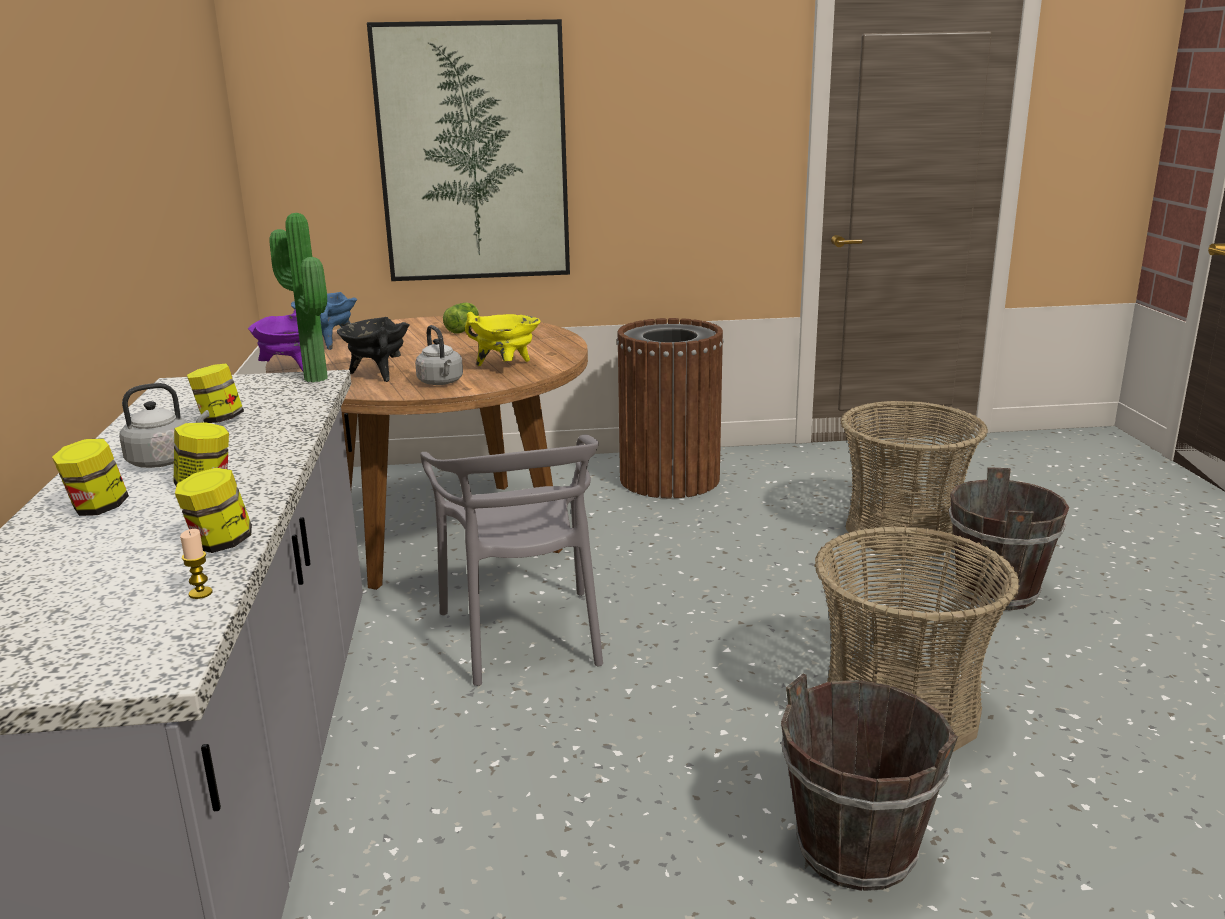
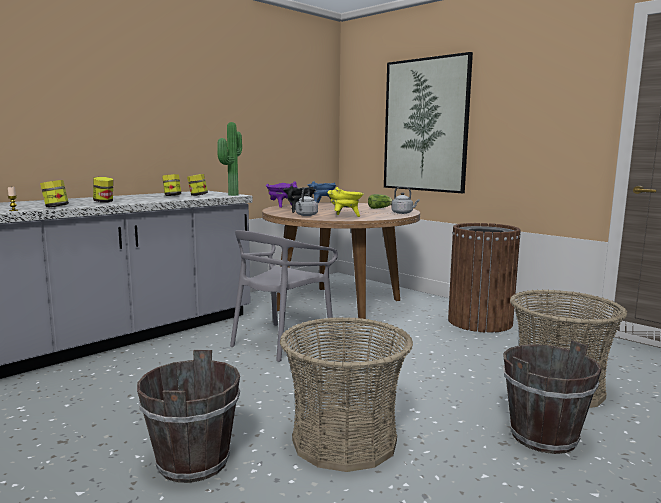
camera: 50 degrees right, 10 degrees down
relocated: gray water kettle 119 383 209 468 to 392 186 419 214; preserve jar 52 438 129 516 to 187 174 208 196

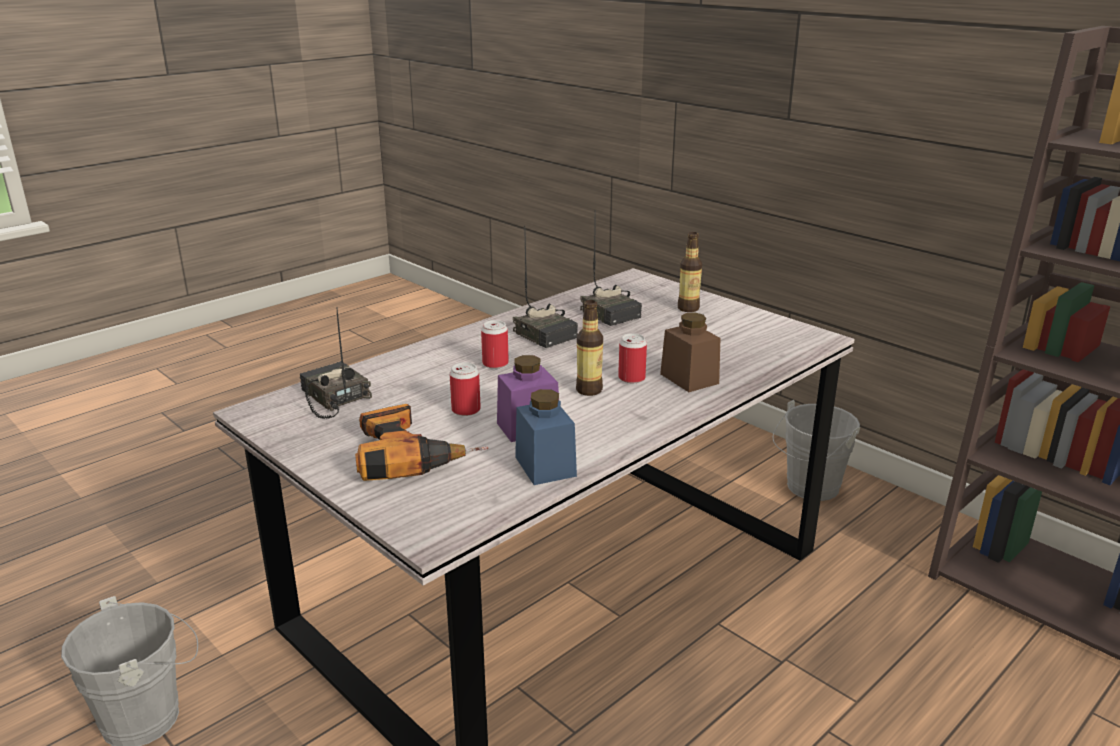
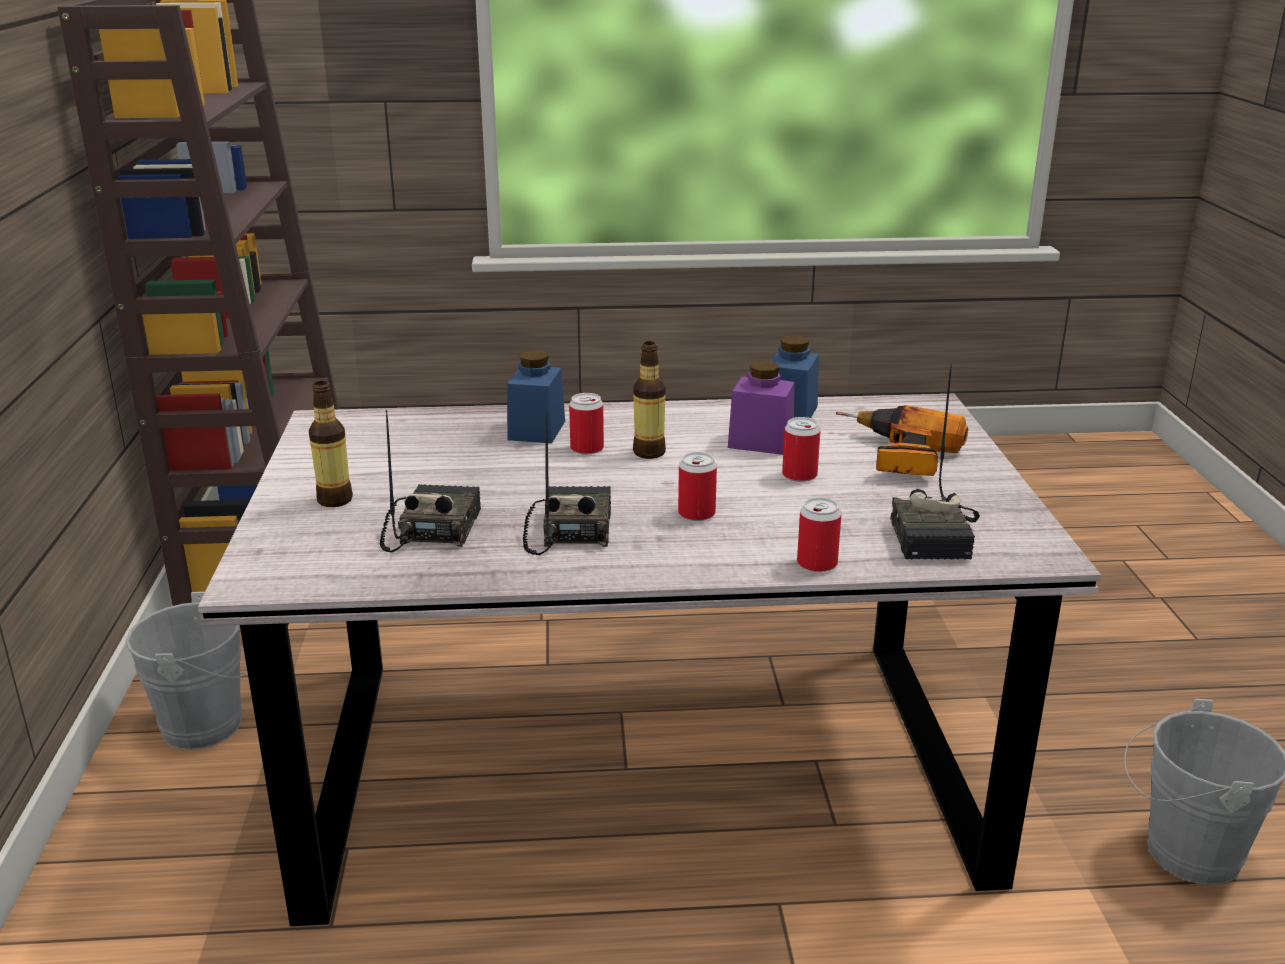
camera: 140 degrees left, 0 degrees up
appeared: metal can 797 497 842 572
colour: brownish preserve jar 660 313 720 392 to blue preserve jar 507 350 565 443

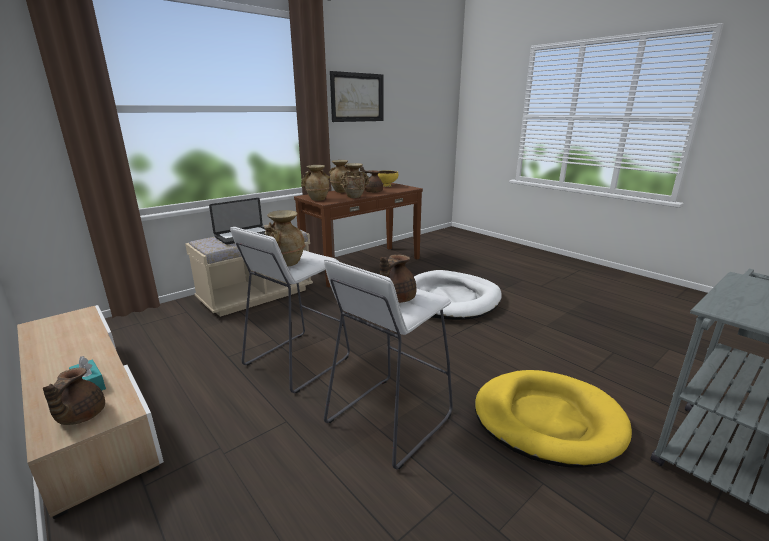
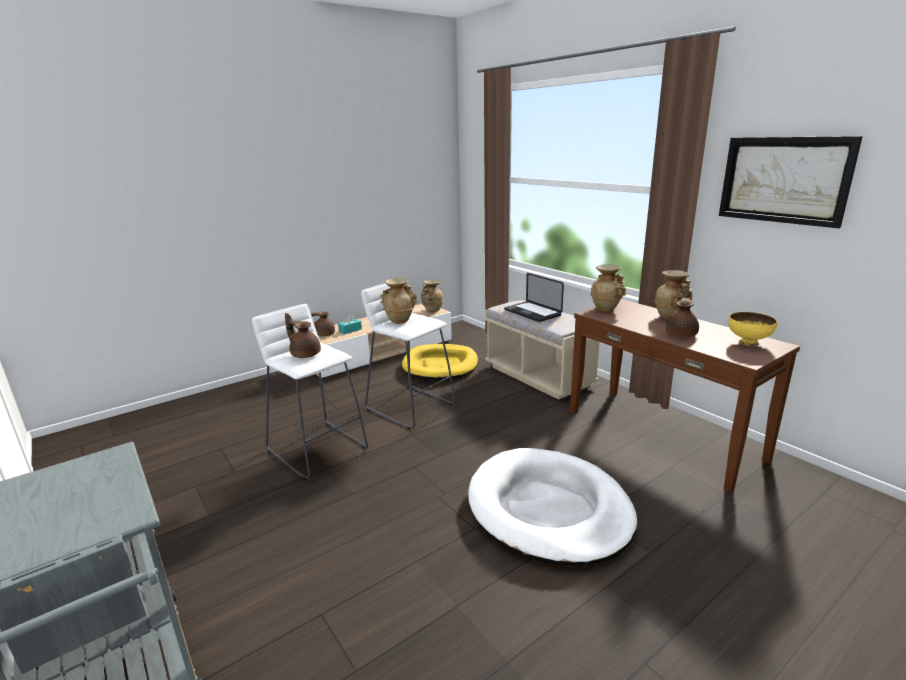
camera: 95 degrees right, 0 degrees up
relocated: sand-coloured flower vase 340 163 370 198 to 421 279 444 312; yellow dog cushion 475 370 632 467 to 402 344 478 381

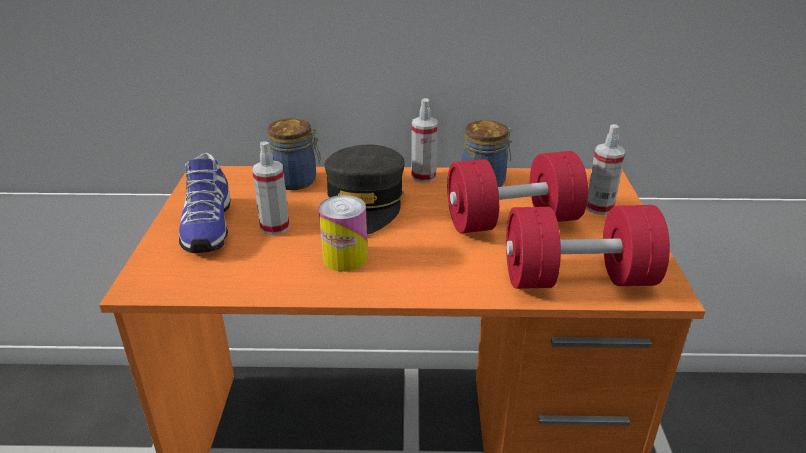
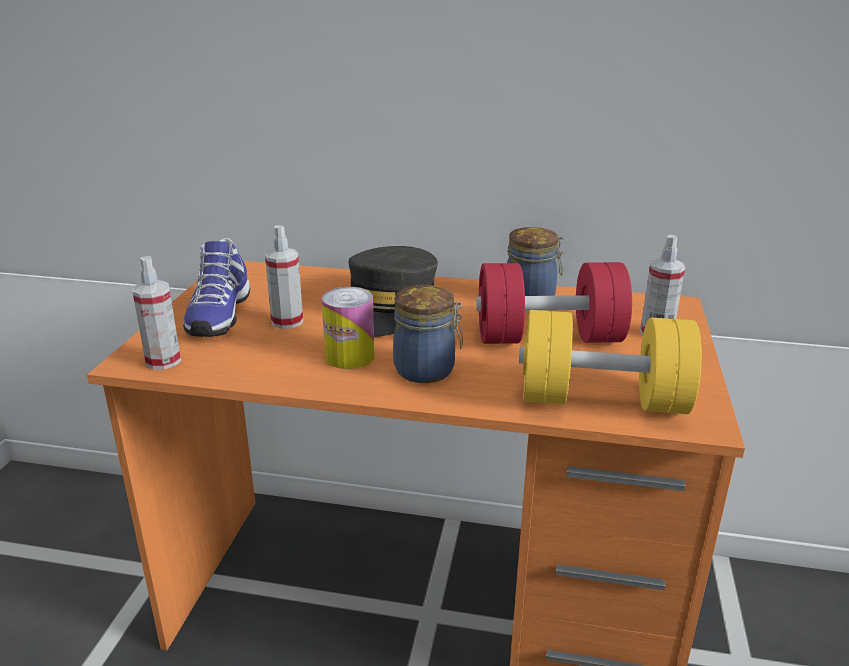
camera: 10 degrees right, 5 degrees down
relocated: hand sprayer 411 98 438 183 to 132 256 181 370; preserve jar 267 118 321 190 to 393 285 463 383
colour: reddish dumbbell 506 205 670 289 to yellow dumbbell 519 310 702 414

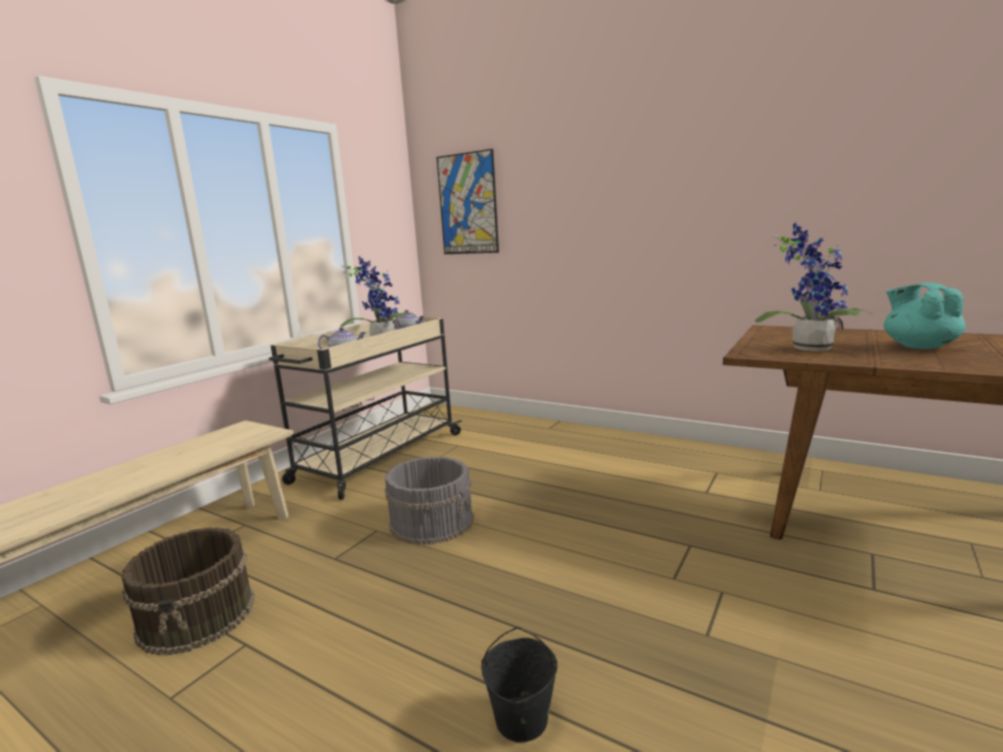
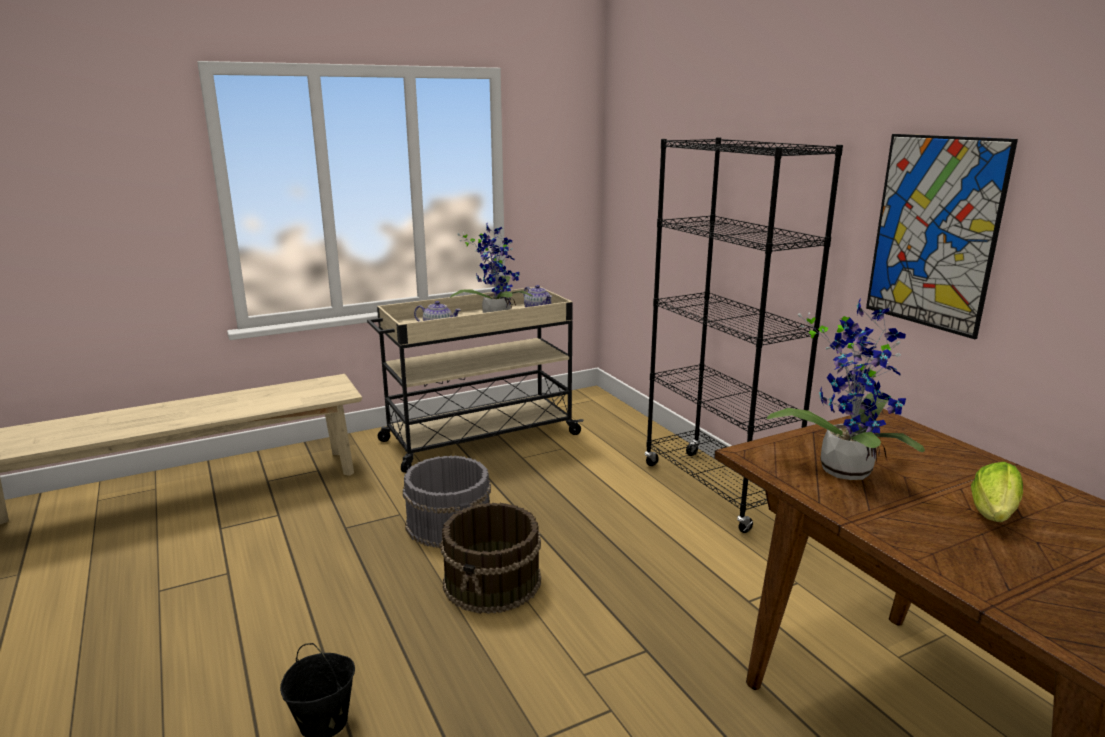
camera: 30 degrees right, 5 degrees up
appeared: black shelving unit 645 137 843 533
relocated: wall art 437 149 499 254 to 866 134 1018 339; brownish pail 121 527 255 656 to 441 503 541 614
exchanged: turquoise tea pot 884 283 966 349 to lettuce head 971 462 1023 522

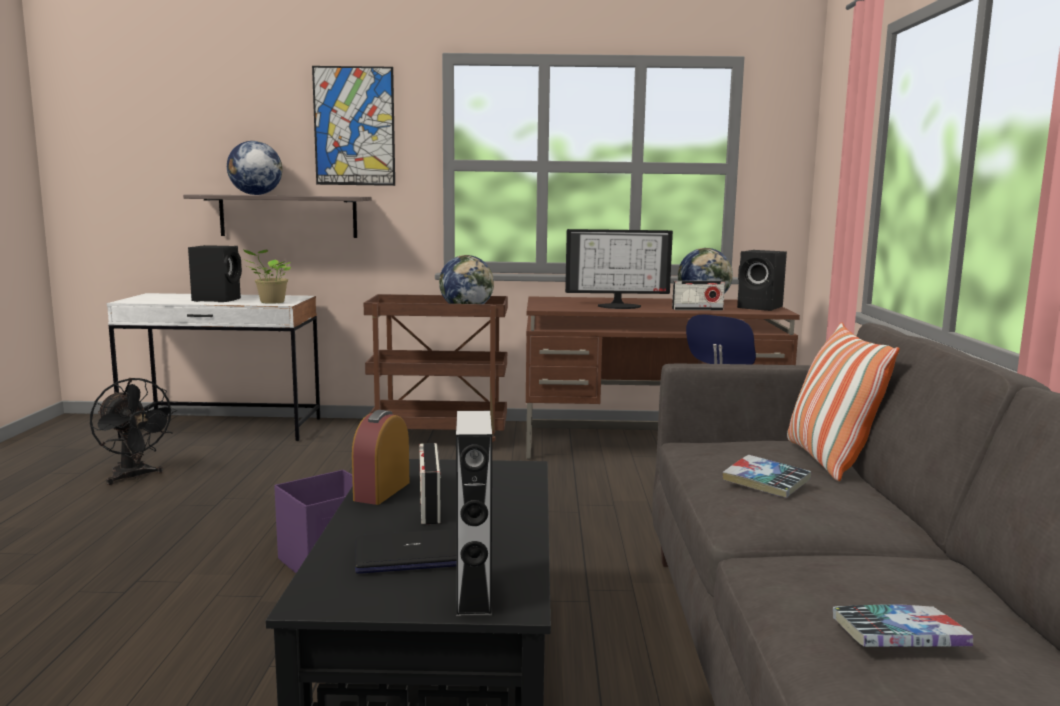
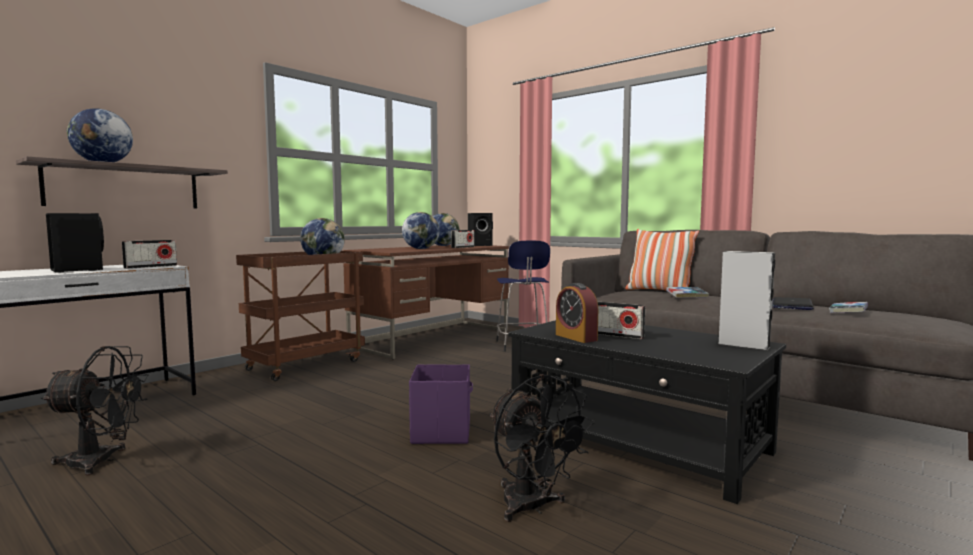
camera: 50 degrees left, 5 degrees down
missing: wall art 312 66 395 186
appeared: black electric fan 489 374 595 522
relocated: notebook computer 355 529 456 574 to 772 297 814 310
exchanged: computer screen 565 229 673 309 to desk globe 402 212 439 249; houseplant 243 249 291 304 to radio receiver 122 240 177 269

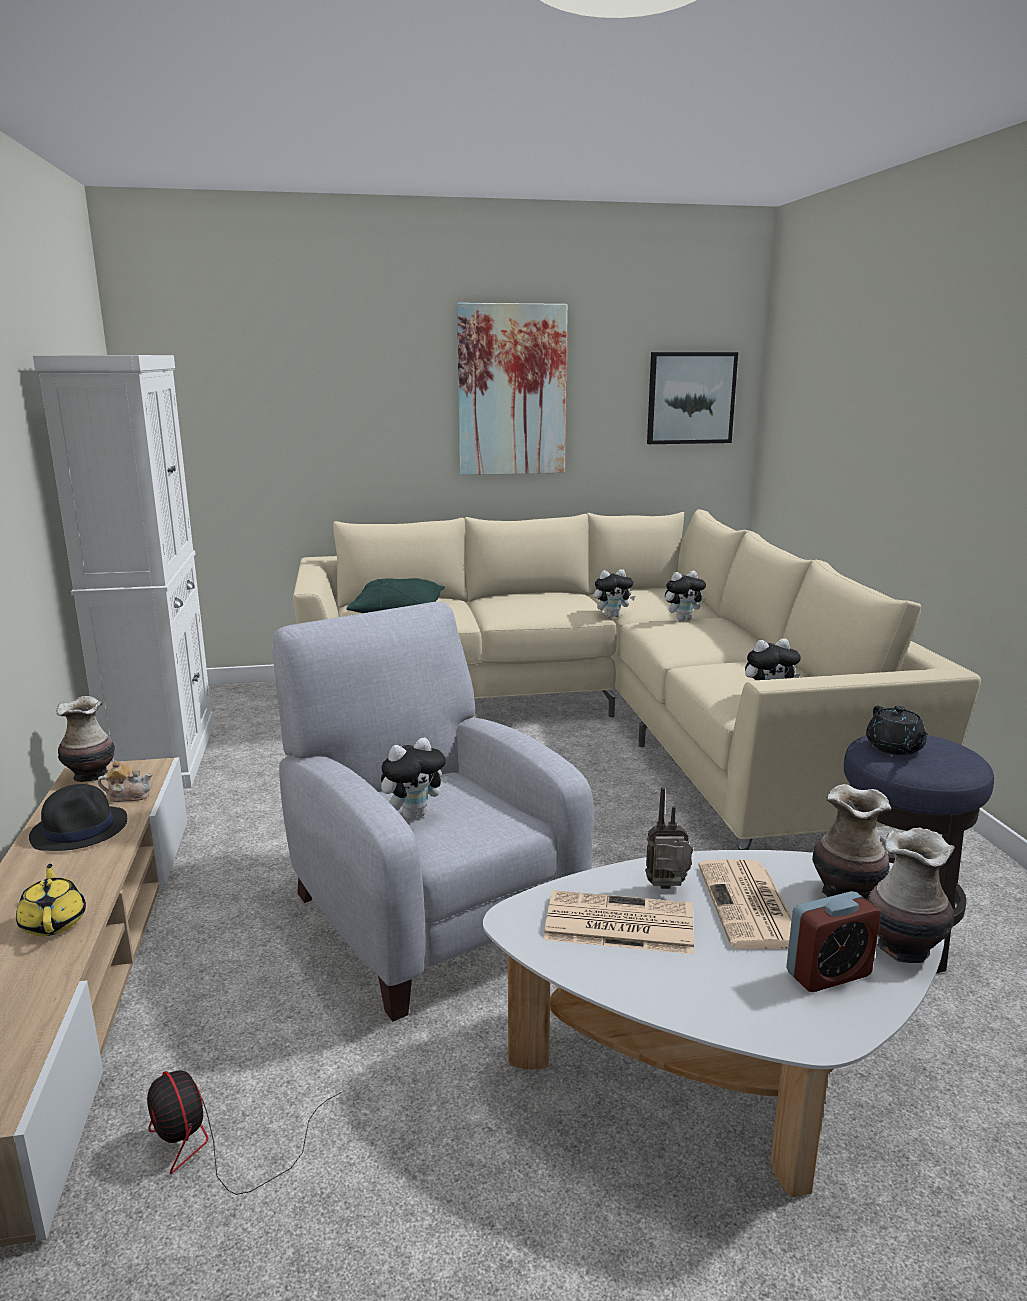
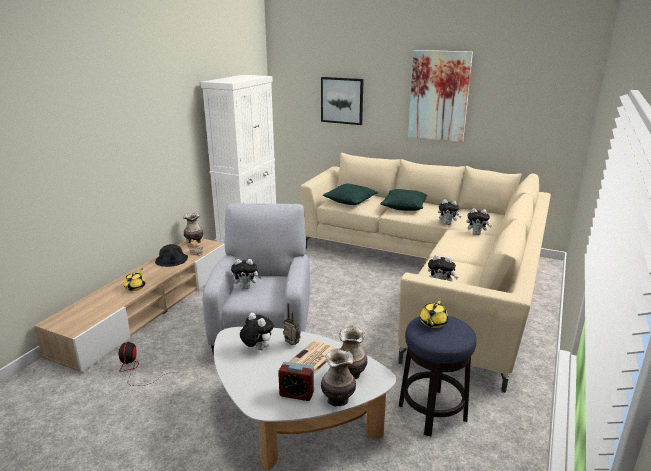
camera: 35 degrees right, 5 degrees up
appeared: greenish pillow 380 189 427 211
relocated: wall art 647 352 738 444 to 321 77 364 125
exchanged: daily paper 544 890 694 954 to soft toy 240 313 274 350
colour: black tea pot 866 706 928 755 to yellow tea pot 420 301 448 328

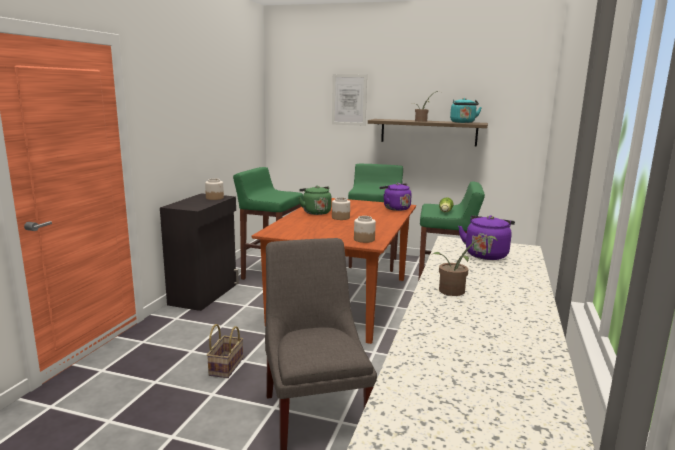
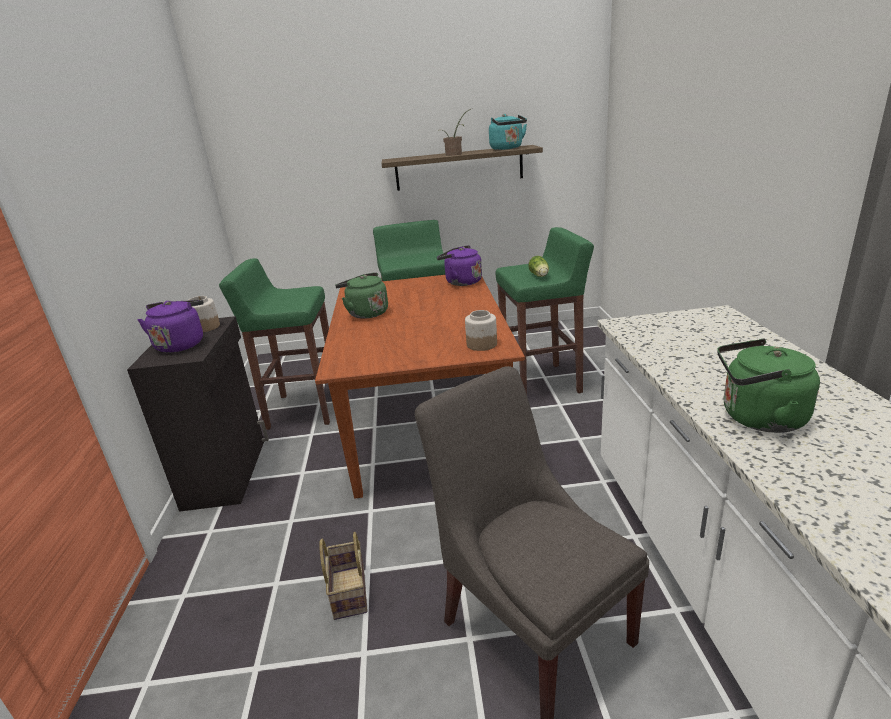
camera: 20 degrees left, 10 degrees up
missing: wall art 332 74 367 126; preserve jar 332 197 350 220
relocated: purplish water kettle 458 215 515 260 to 138 300 204 353
exchanged: houseplant 433 236 498 296 to greenish water kettle 717 339 820 433

